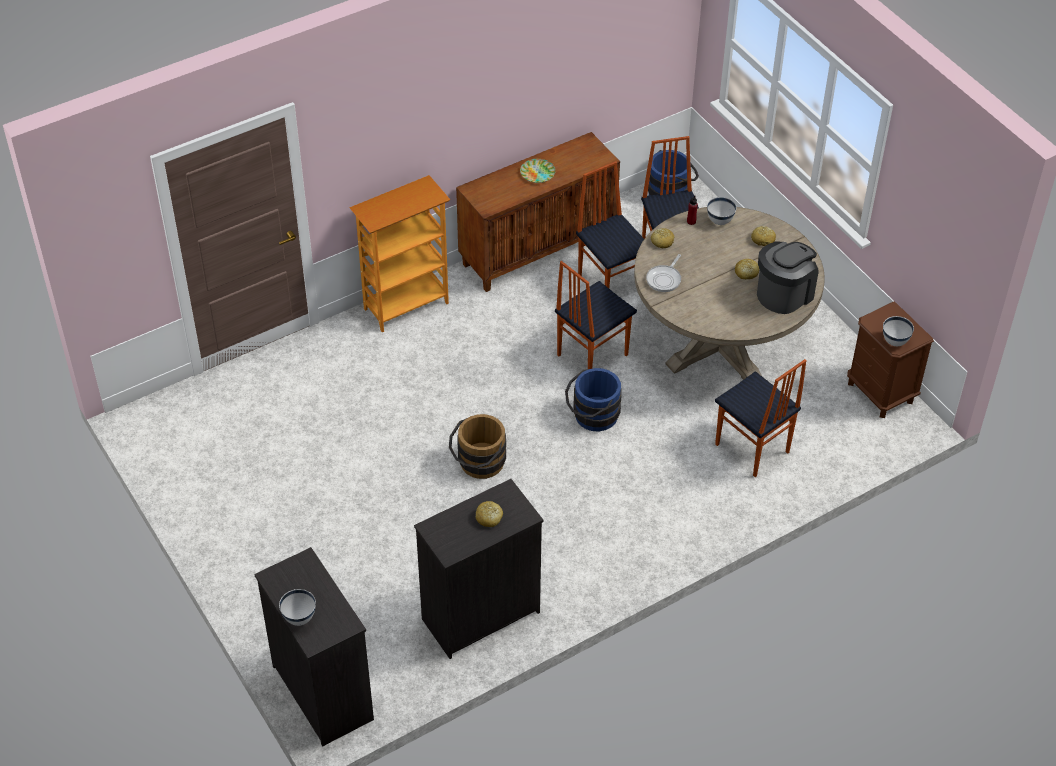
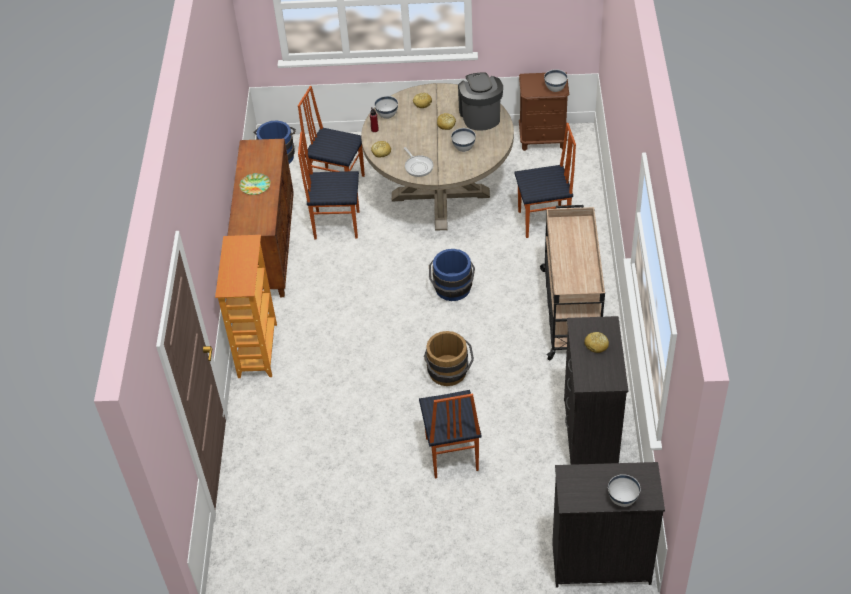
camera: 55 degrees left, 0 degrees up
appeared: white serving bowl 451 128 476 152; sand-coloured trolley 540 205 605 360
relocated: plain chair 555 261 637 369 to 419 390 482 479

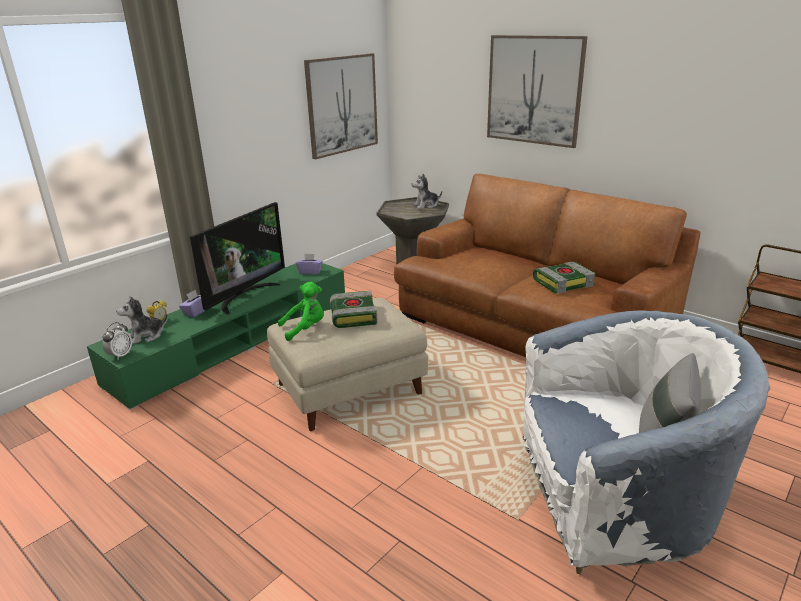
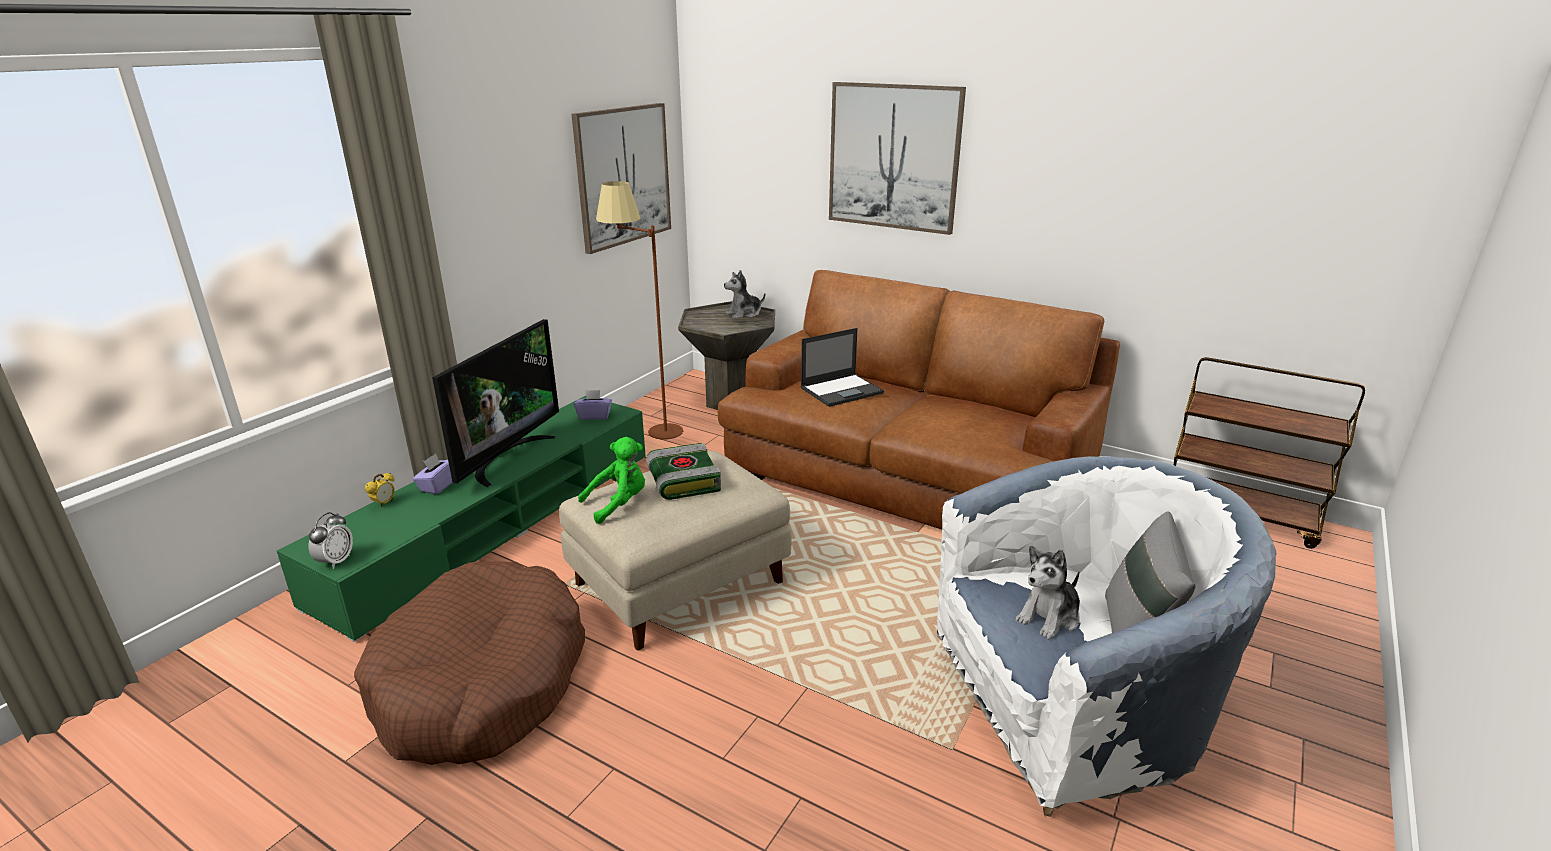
camera: 10 degrees left, 0 degrees up
missing: volume 533 262 596 294
appeared: brownish floor lamp 596 181 683 439; notebook computer 801 328 884 407; brownish dog cushion 354 562 585 765
relocated: soft toy 116 296 168 344 to 1015 545 1080 639

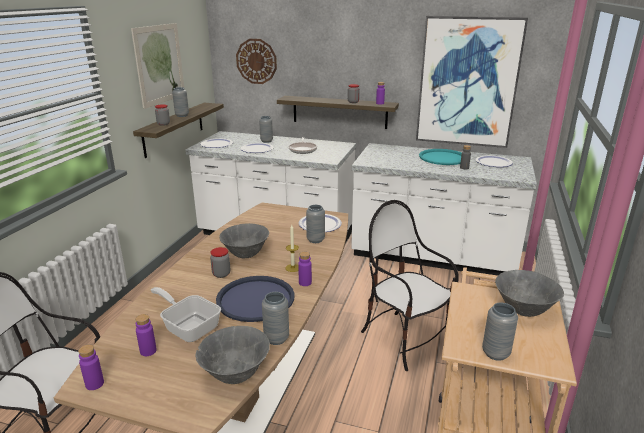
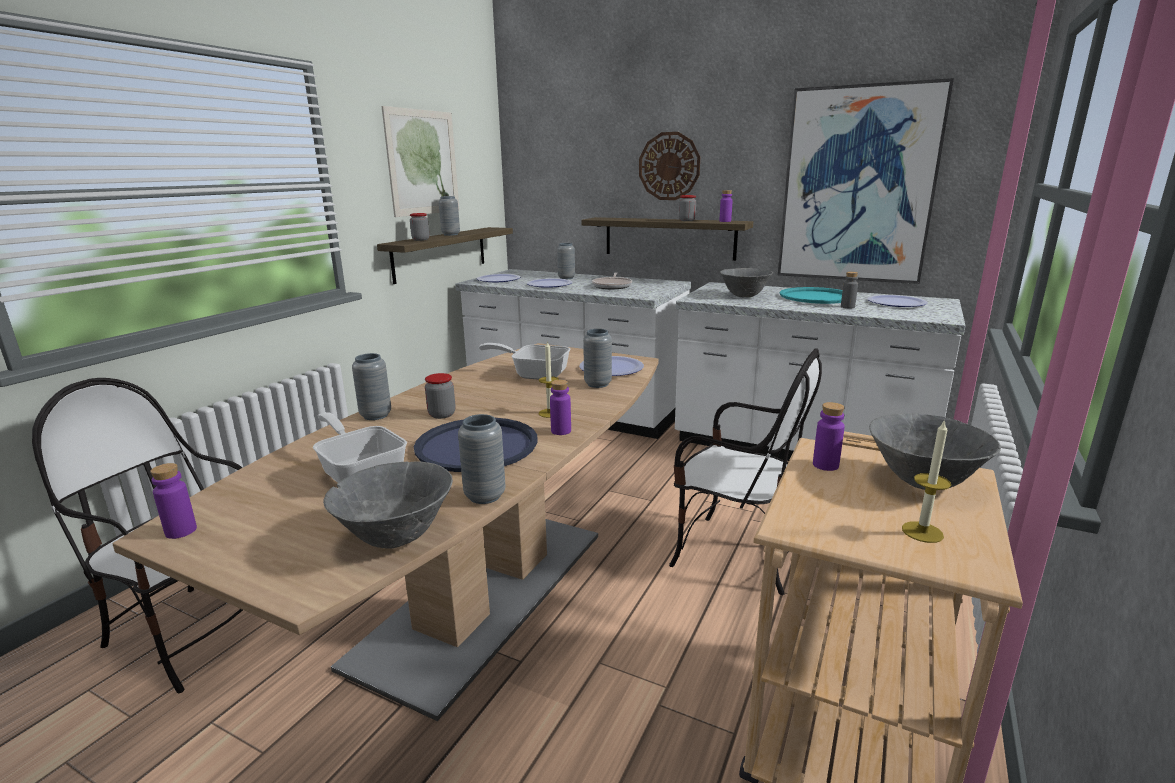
camera: 10 degrees right, 5 degrees down
appeared: skillet 479 343 570 380; wax candle 902 419 951 543
relocated: hanging clock 236 39 277 84 to 639 132 700 200; gray serving bowl 219 223 269 259 to 720 268 773 297; gray flower vase 482 302 518 361 to 352 353 391 420; purplish bottle 135 314 157 356 to 813 402 845 471
spun: plain chair 361 200 459 371 = 669 348 822 595 150 degrees clockwise

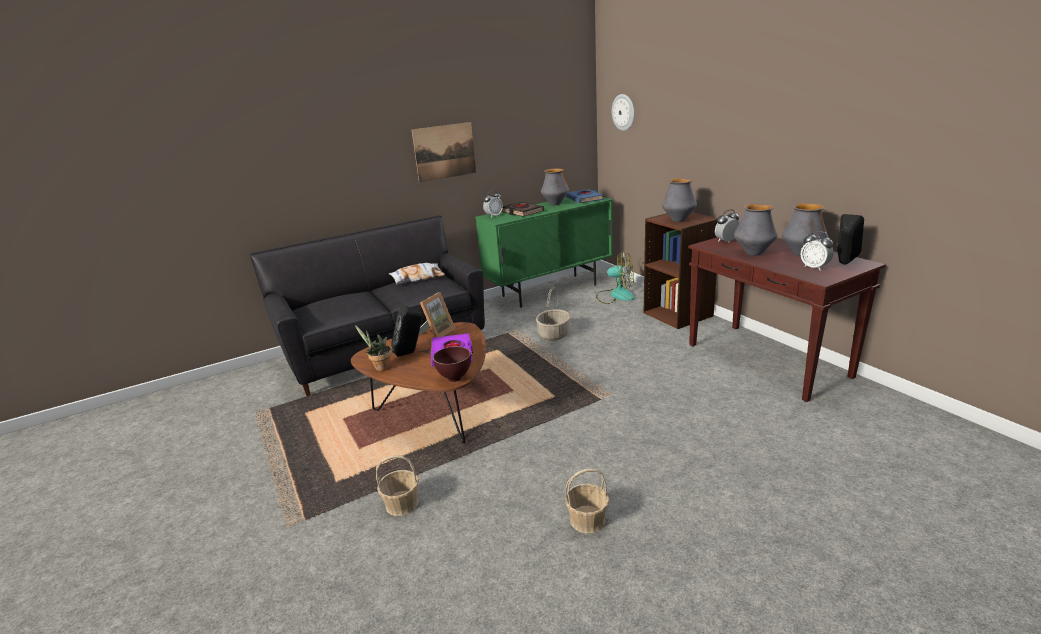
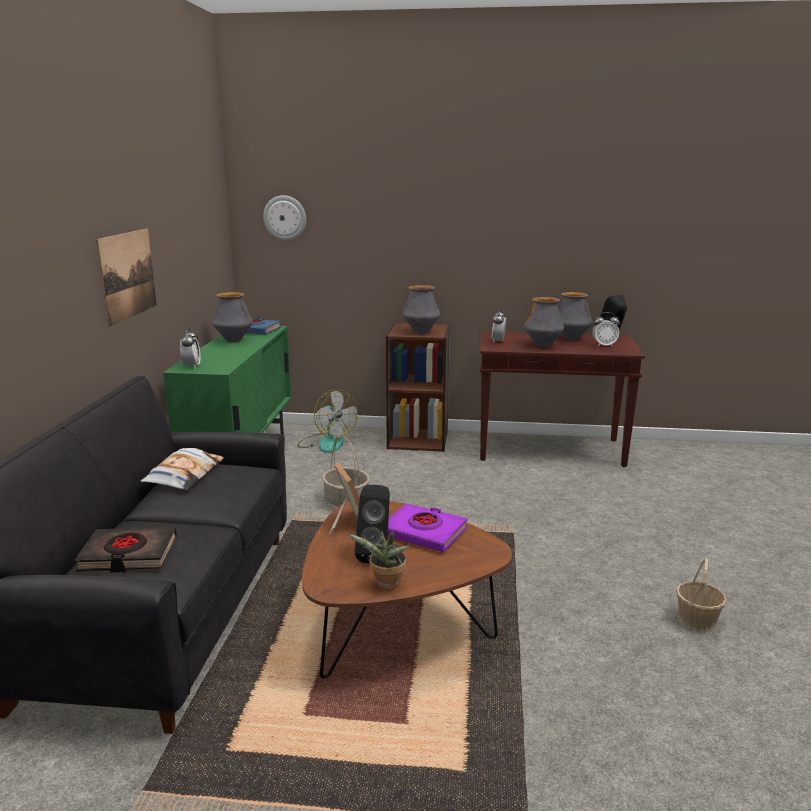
camera: 55 degrees left, 5 degrees down
missing: brownish serving bowl 433 346 471 382; household basket 376 455 419 516
relocated: black volume 501 202 544 217 to 74 527 177 573
spun: electric fan 596 251 635 304 = 297 389 358 453 90 degrees clockwise

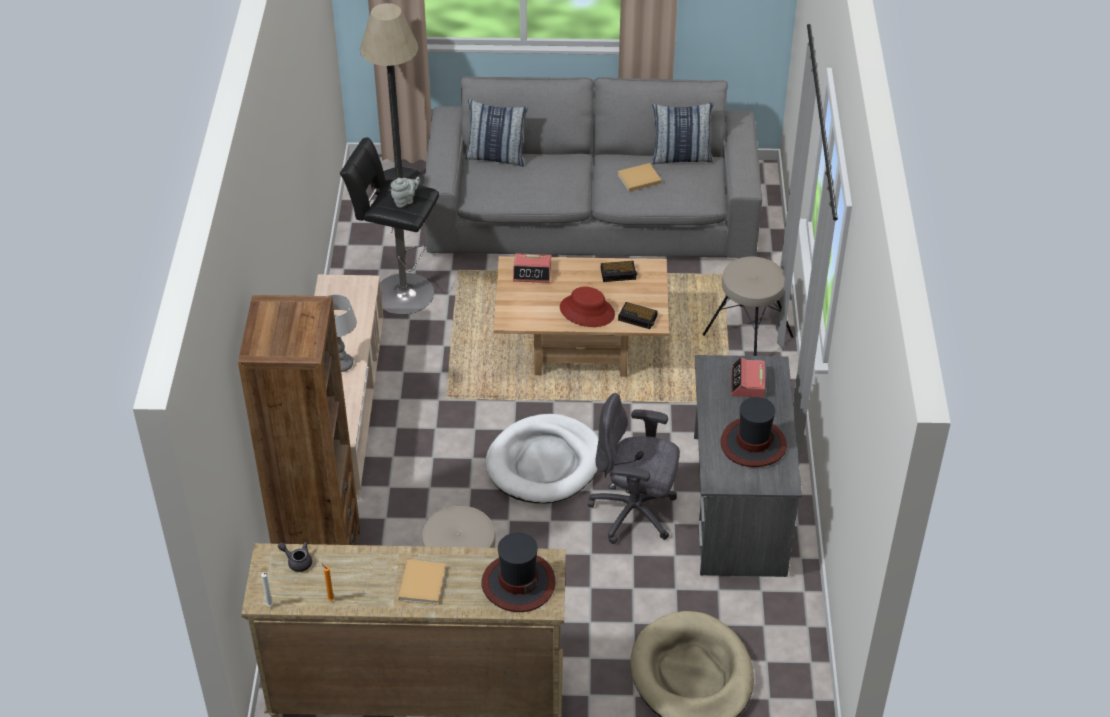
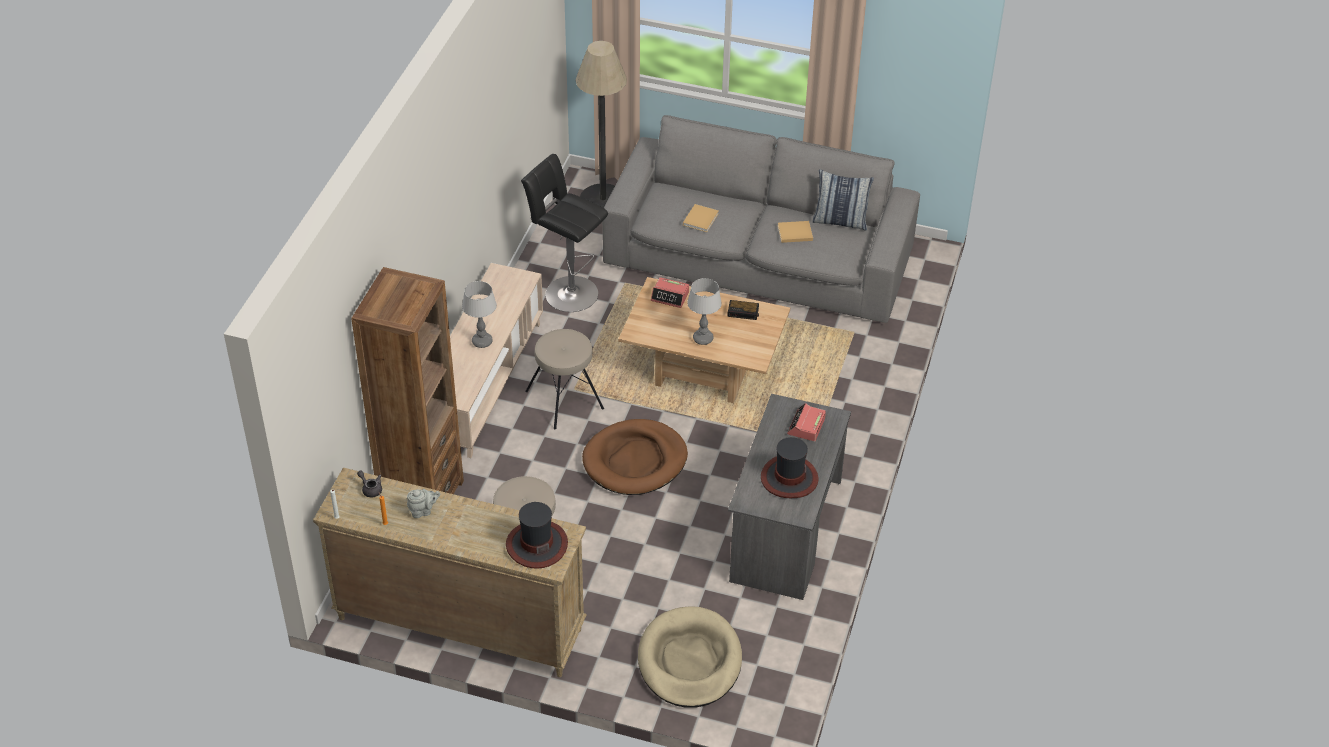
camera: 15 degrees right, 0 degrees up
missing: pillow 465 99 528 167; table clock 618 302 658 329; gray computer chair 588 393 680 544
relocated: gray tea pot 391 177 420 207 to 407 489 440 518; sand-coloured sitting stool 702 256 794 356 to 525 329 604 429; sand-coloured volume 399 560 446 605 to 683 204 719 232
exchanged: reddish wearable hat 560 286 615 327 to table lamp 687 278 722 345
colour: white dog cushion 485 414 598 503 to brownish dog cushion 582 419 688 495

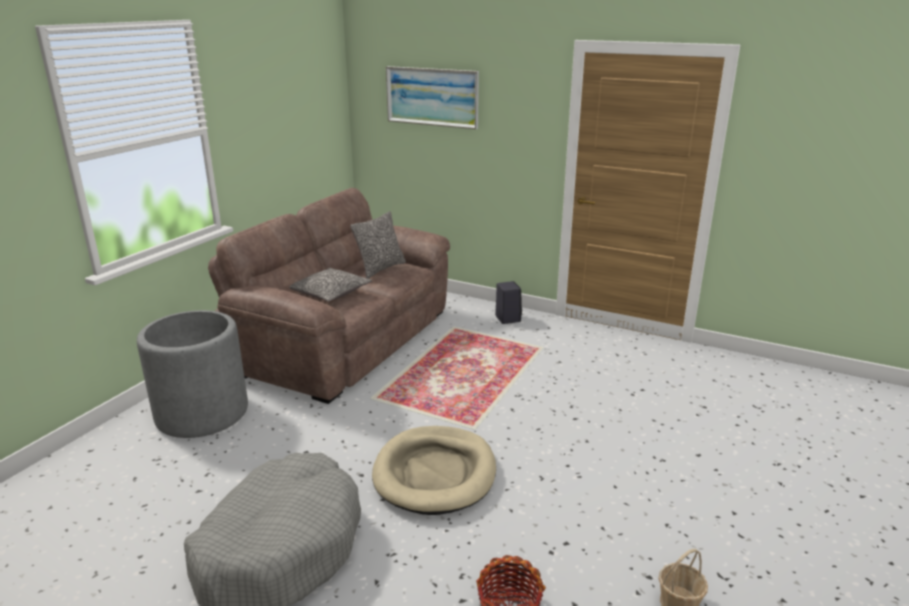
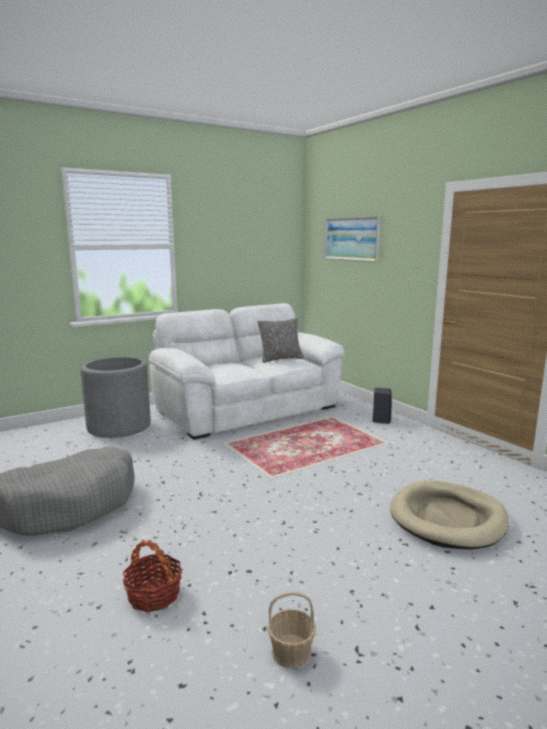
camera: 30 degrees right, 10 degrees down
missing: pillow 289 268 372 302
relocated: sand-coloured dog cushion 372 426 496 515 to 390 480 509 549
colour: brownish settee 208 188 450 404 to white settee 149 303 344 440

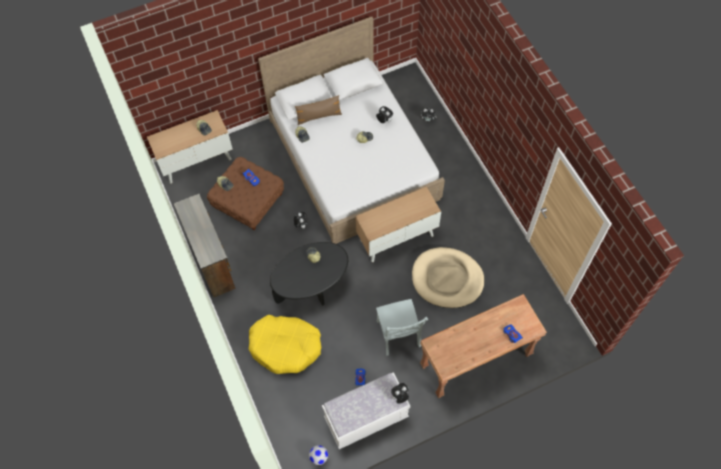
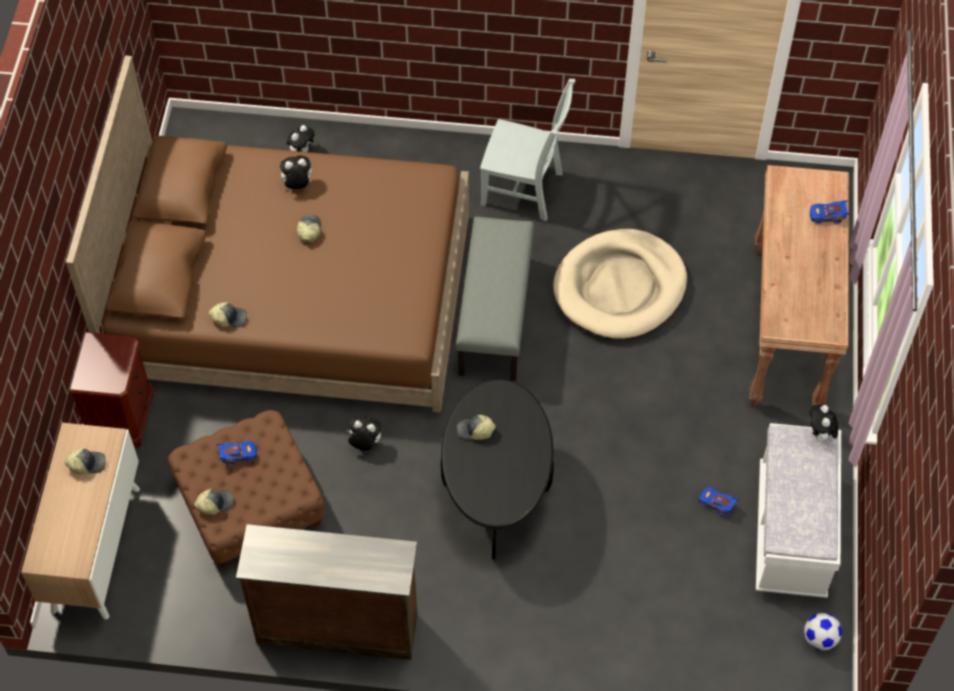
camera: 60 degrees left, 5 degrees down
missing: brownish pillow 295 95 342 125; yellow dog cushion 248 315 321 374
appeared: brownish bedside table 70 332 154 448
relocated: gray plain chair 376 299 428 355 to 480 79 575 221
exchanged: cupboard 355 187 441 262 to gray long seat 455 217 534 381
colour: white bedroom bed 258 17 445 244 to brownish bedroom bed 66 55 469 413

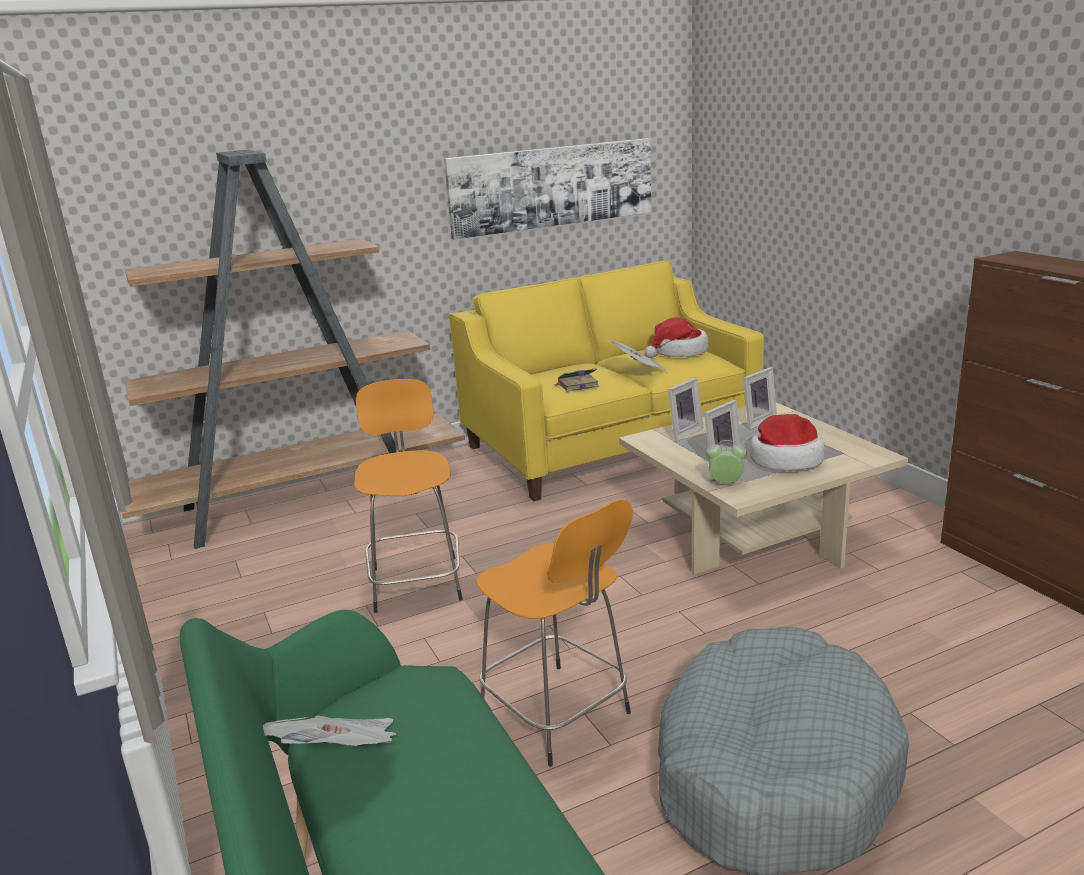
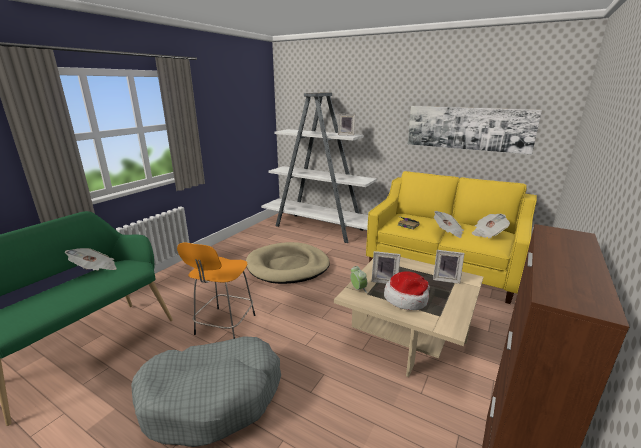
camera: 55 degrees right, 0 degrees up
relocated: picture frame 668 378 704 441 to 338 114 355 136
exchanged: wearable hat 645 317 709 358 to daily paper 472 214 510 238; orangey sitting stool 354 379 463 613 to sand-coloured dog cushion 246 242 330 284
colour: brownish shelving unit 121 150 465 549 to white shelving unit 261 93 377 243

